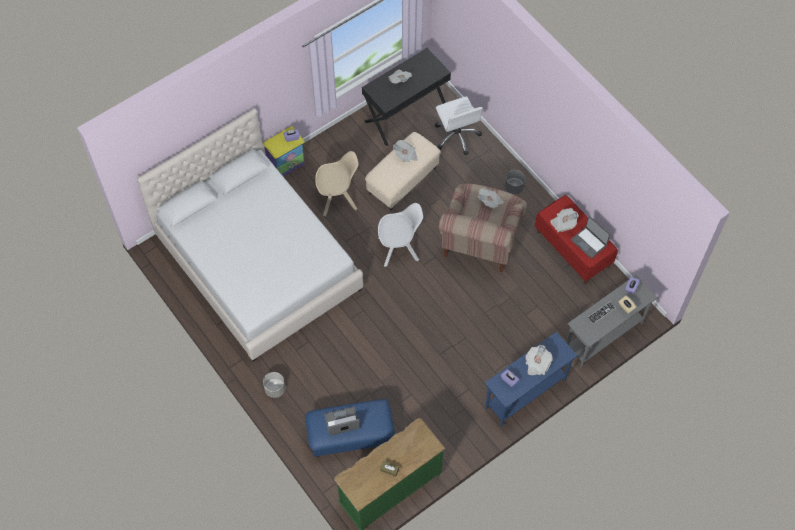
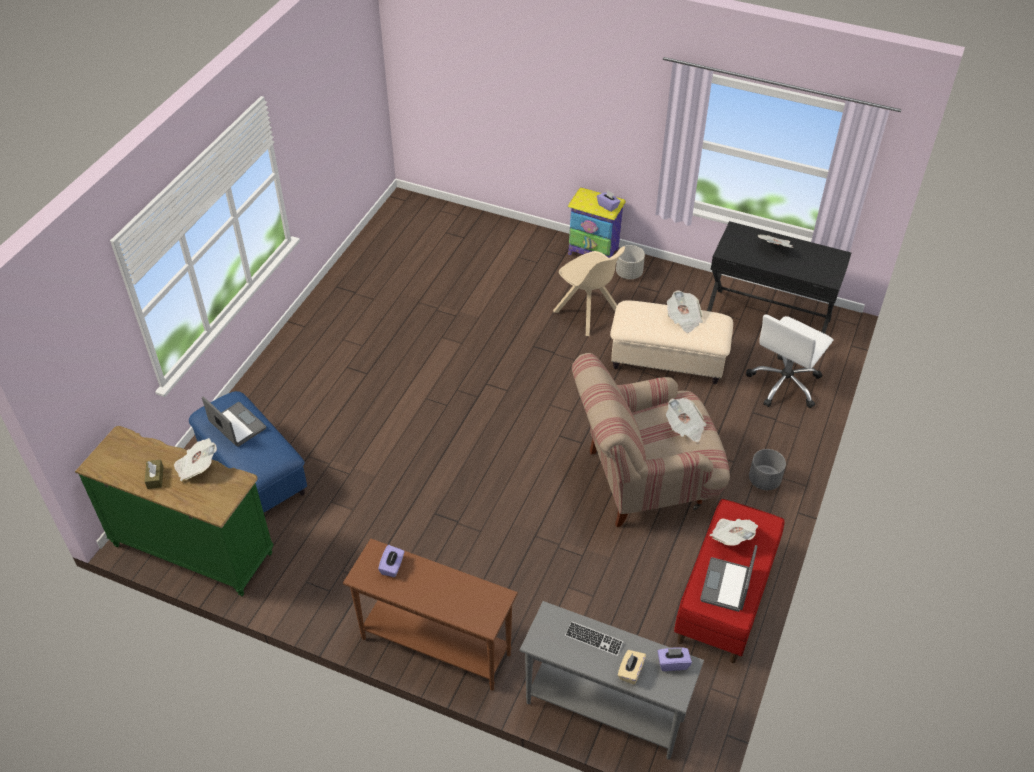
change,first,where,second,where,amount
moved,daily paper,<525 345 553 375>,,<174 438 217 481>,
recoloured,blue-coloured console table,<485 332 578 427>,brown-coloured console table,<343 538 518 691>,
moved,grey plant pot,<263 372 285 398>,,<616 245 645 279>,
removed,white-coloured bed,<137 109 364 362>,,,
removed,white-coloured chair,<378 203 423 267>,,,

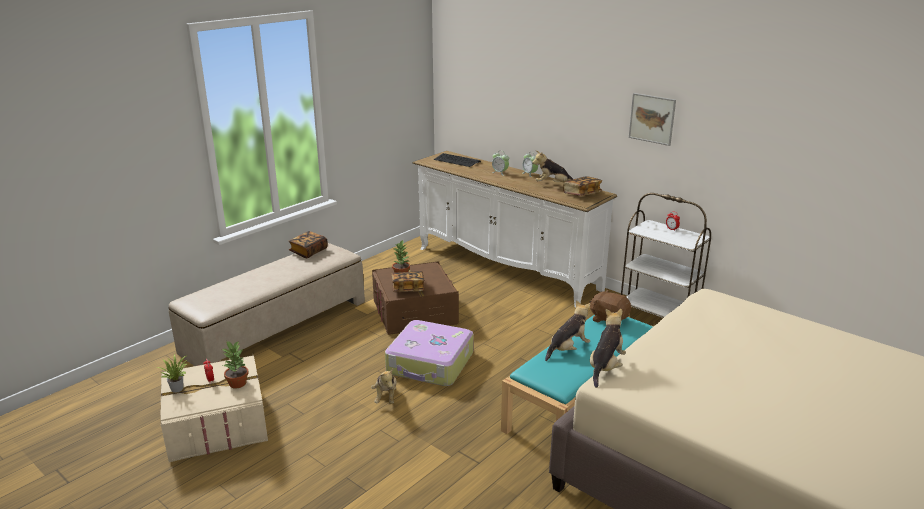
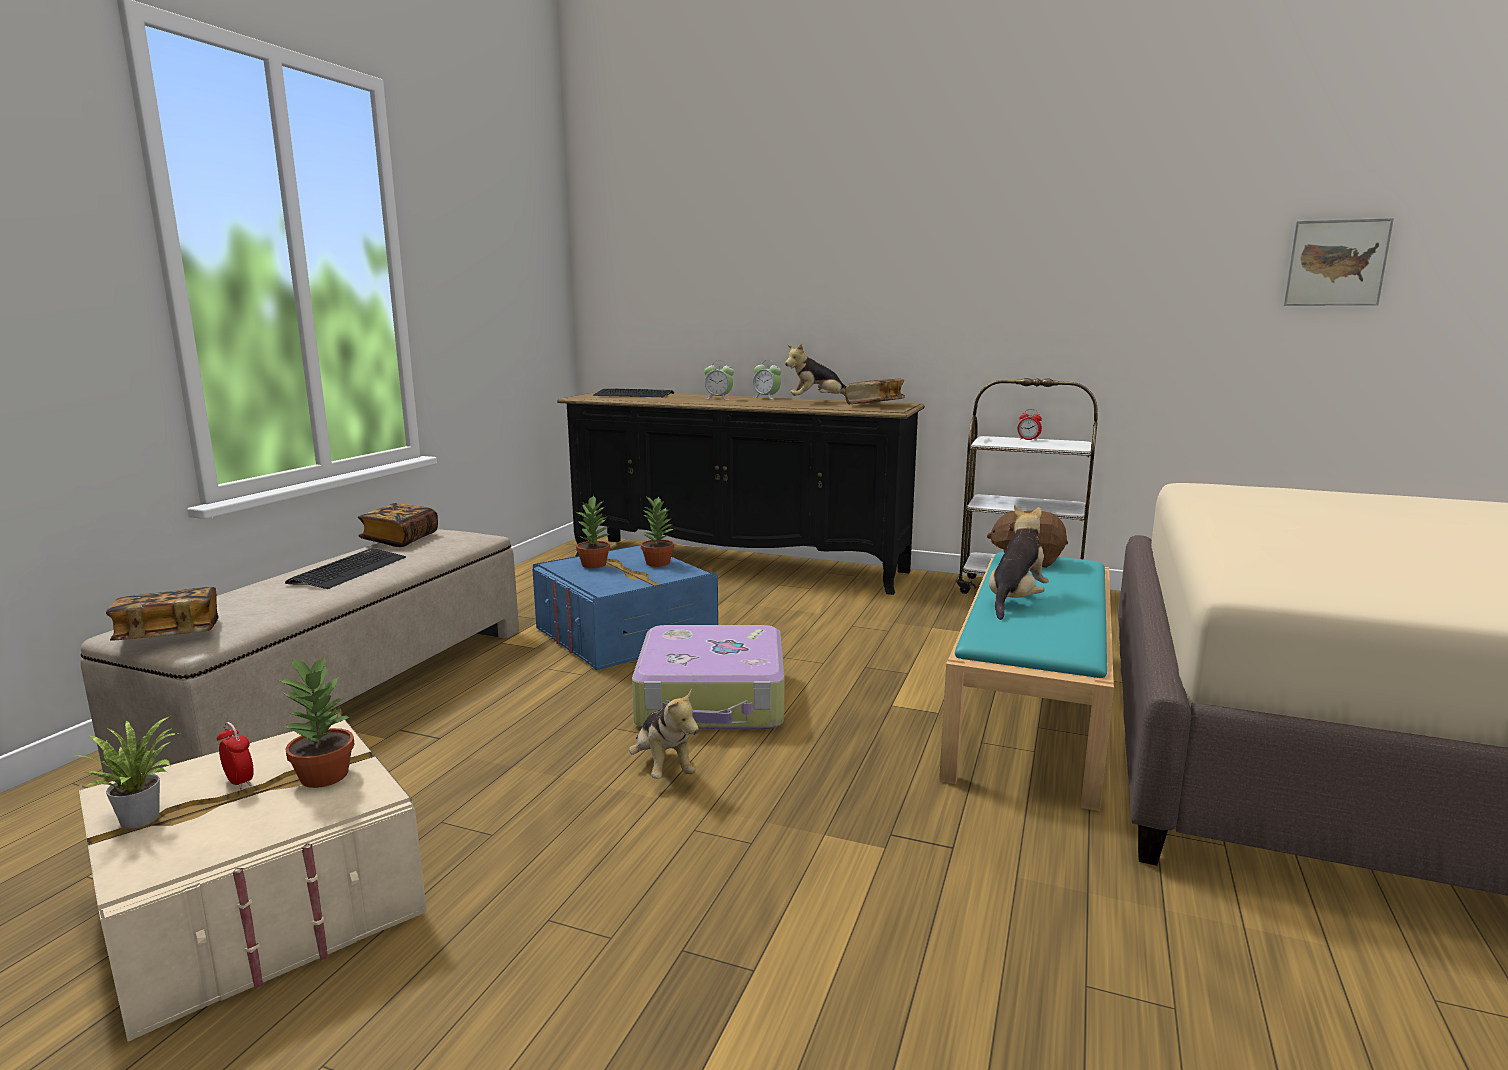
change,first,where,second,where,amount
moved,volume,<392 271 424 292>,,<106 587 218 641>,
added,,,keyboard,<285 548 406 589>,
recoloured,brown-coloured storage box,<372 261 459 335>,blue-coloured storage box,<532 545 718 670>,
recoloured,white-coloured chest of drawers,<412 151 617 308>,blackish chest of drawers,<557 392 925 595>,
added,,,plant in a pot,<641 495 674 567>,
moved,picture,<629 93 676 146>,,<1283 218 1394 306>,
removed,cuddly toy,<590 309 626 388>,,,

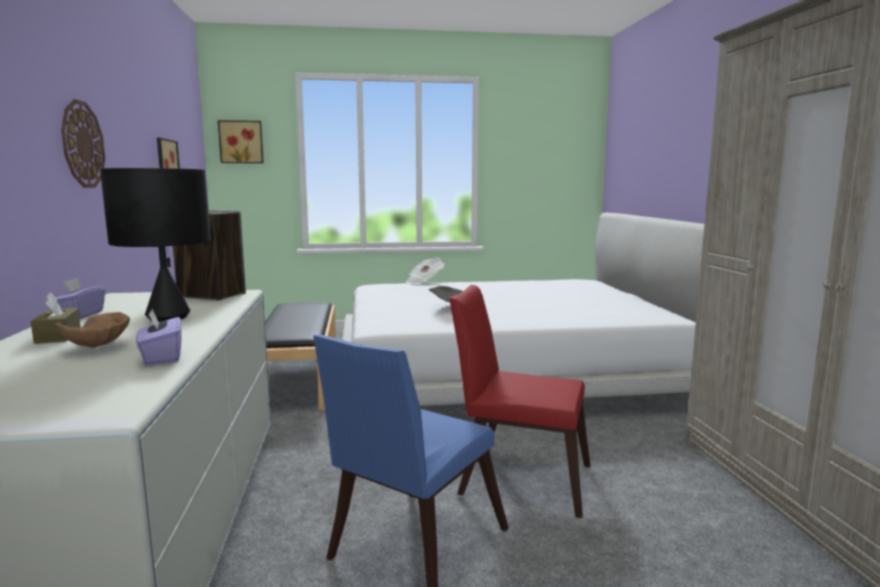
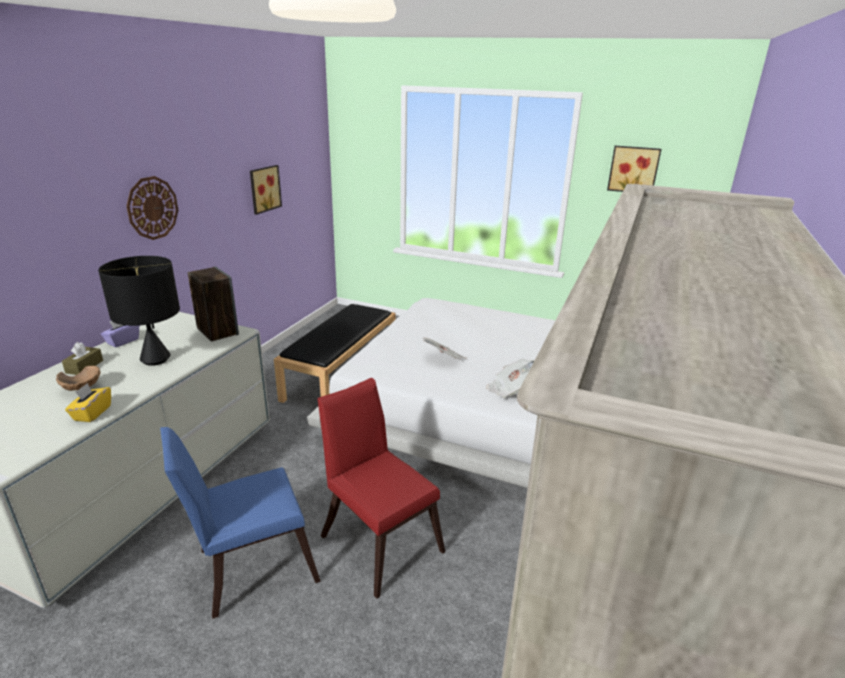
change,first,where,second,where,amount
recoloured,purple box of tissues,<136 309 182 365>,yellowish box of tissues,<65 383 111 422>,
moved,daily paper,<406 258 445 284>,,<486 359 535 398>,
moved,picture,<218 120 264 163>,,<607 146 661 192>,

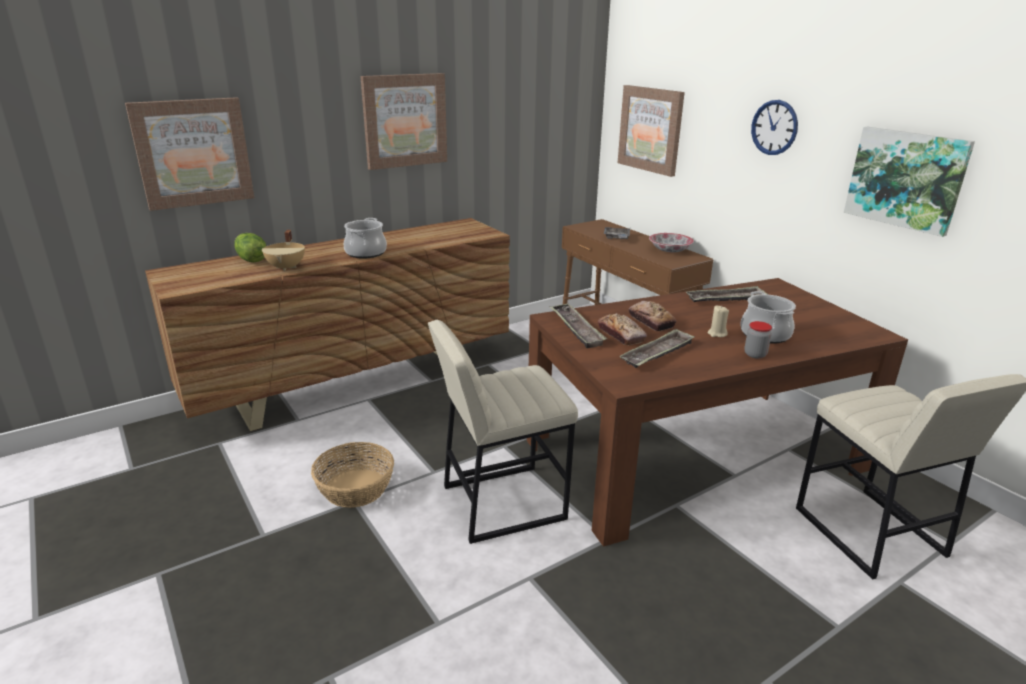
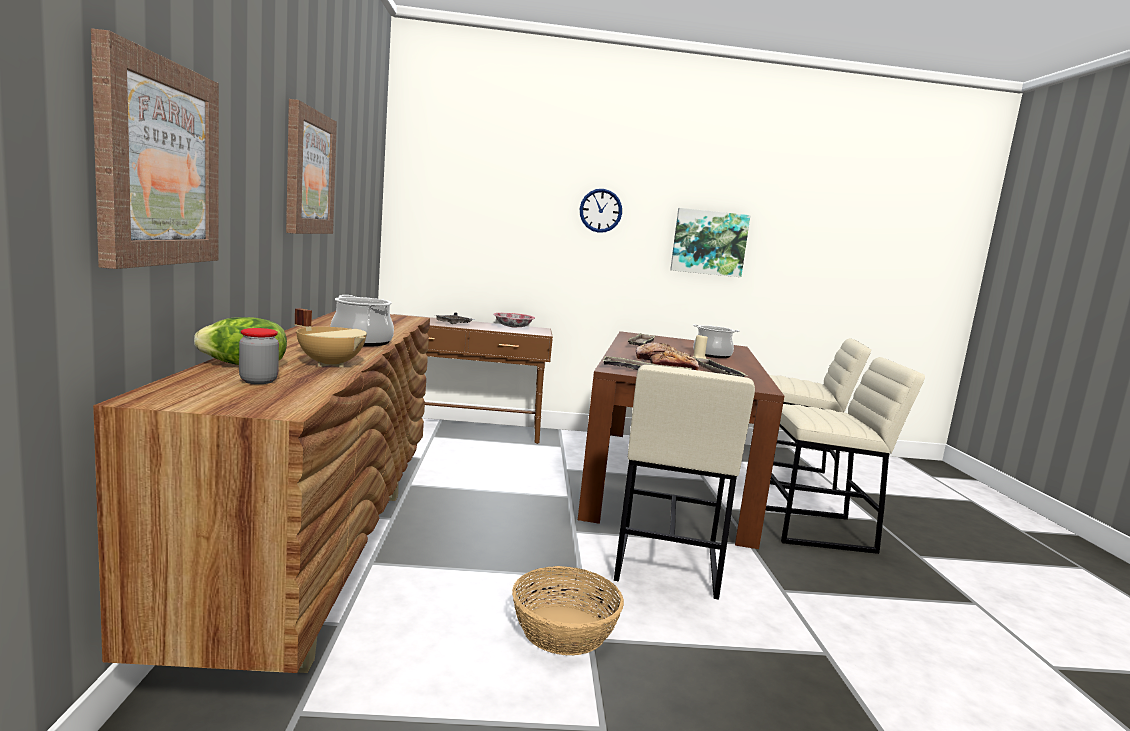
change,first,where,second,where,amount
moved,jar,<744 321 772 359>,,<239 328 279 384>,
added,,,beige chair,<765 357 925 554>,
removed,picture,<618 85 685 177>,,,

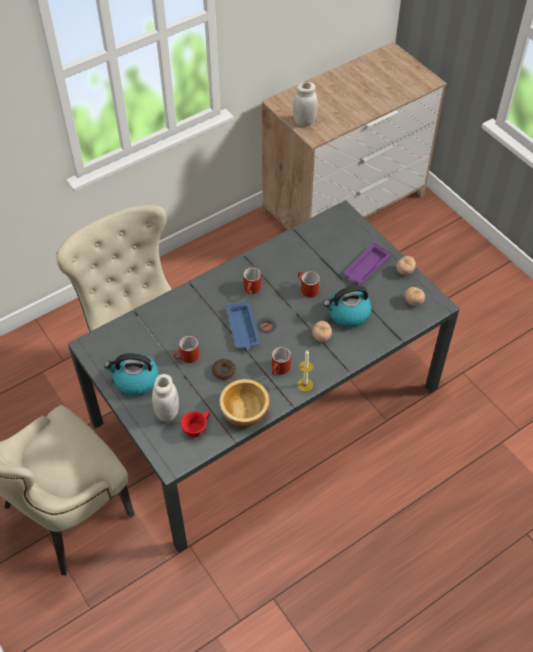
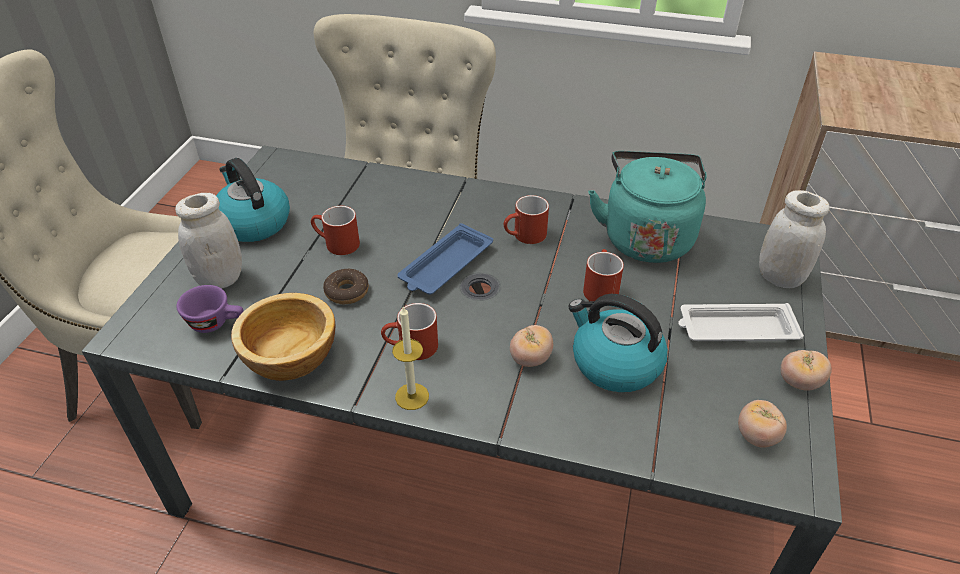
change,first,where,second,where,amount
recoloured,red drinking cup,<181 411 210 438>,purple drinking cup,<177 285 243 333>,
added,,,blue-green kettle,<588 151 706 263>,
recoloured,purple carrying tray,<344 243 391 284>,white-coloured carrying tray,<678 303 804 341>,
moved,white-coloured jar,<293 82 318 126>,,<759 190 830 288>,

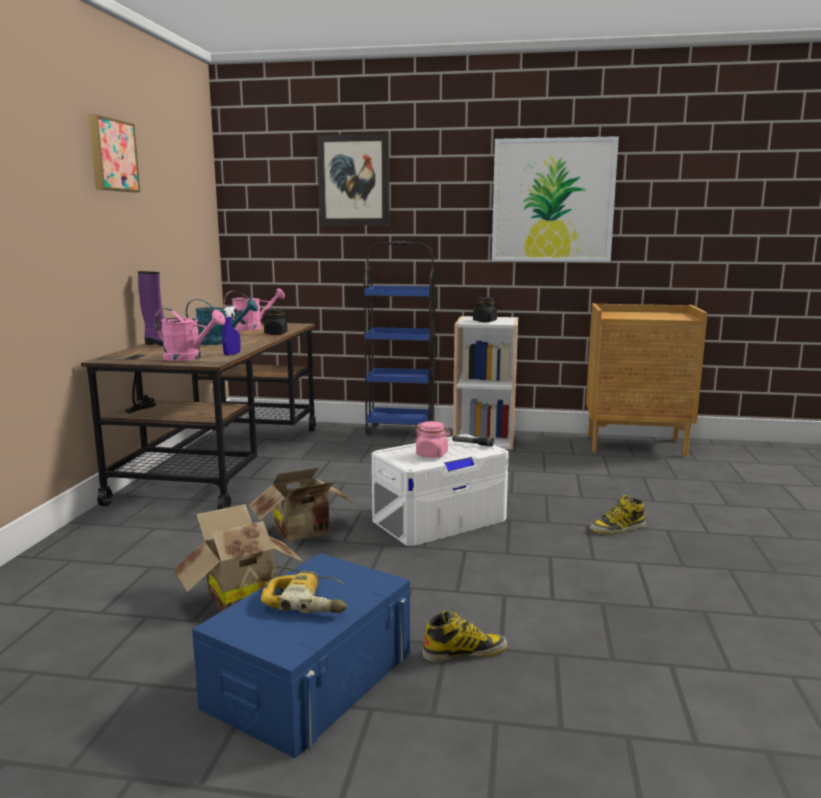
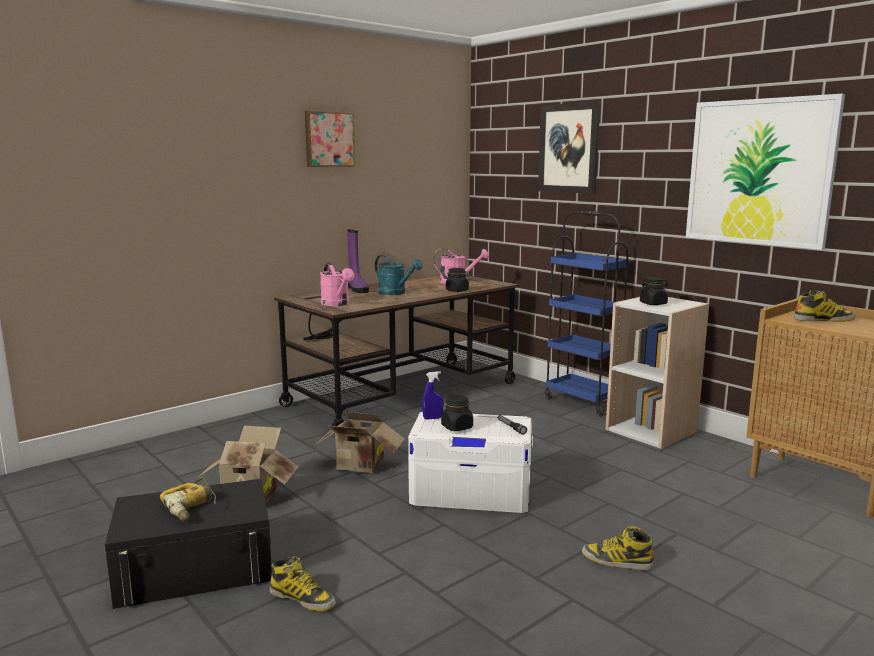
change,first,where,second,where,amount
recoloured,blue-coloured storage box,<192 553 410 758>,blackish storage box,<105 479 272 609>,
moved,blue-coloured hand sprayer,<222 306 240 356>,,<422 371 444 420>,
recoloured,pink jar,<415 421 450 458>,blackish jar,<441 395 473 431>,
added,,,boot,<794 290 856 322>,

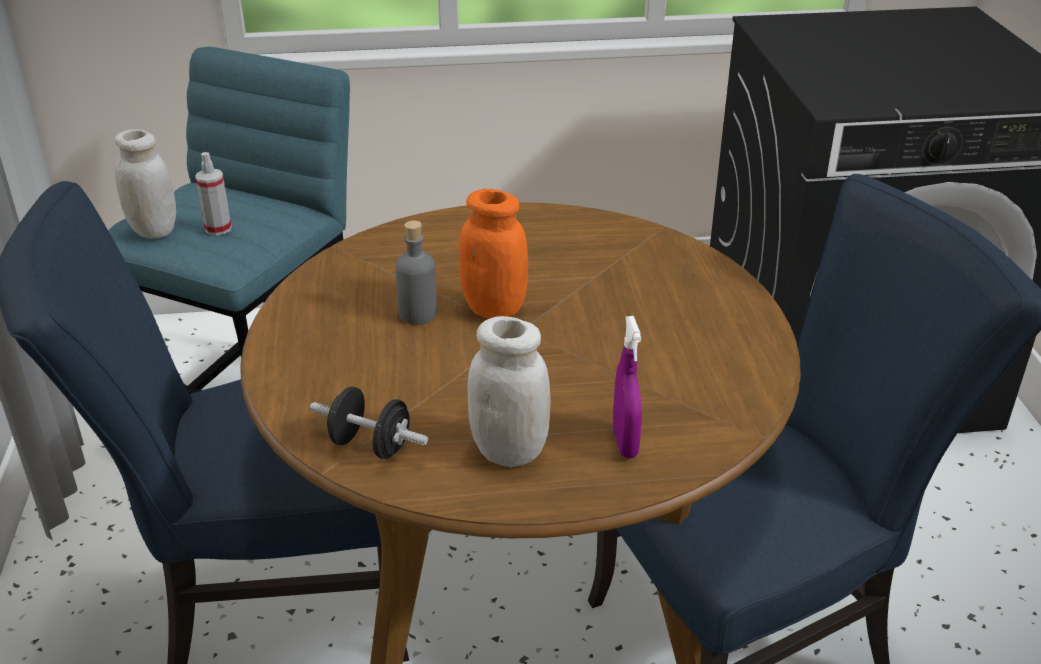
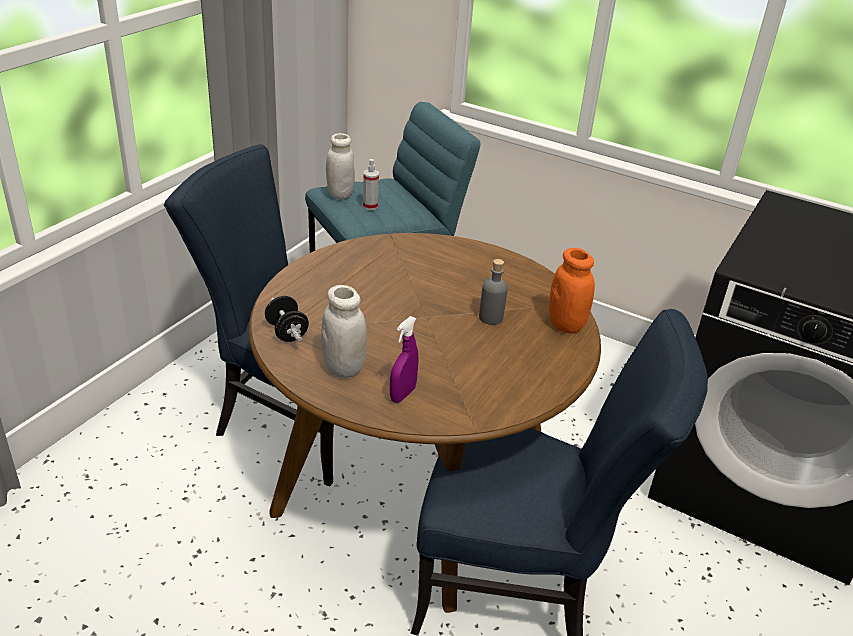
change,first,where,second,where,amount
moved,grey bottle,<396 220 437 325>,,<479 259 508 325>,
moved,orange-coloured jar,<459 189 528 319>,,<549 248 595 333>,

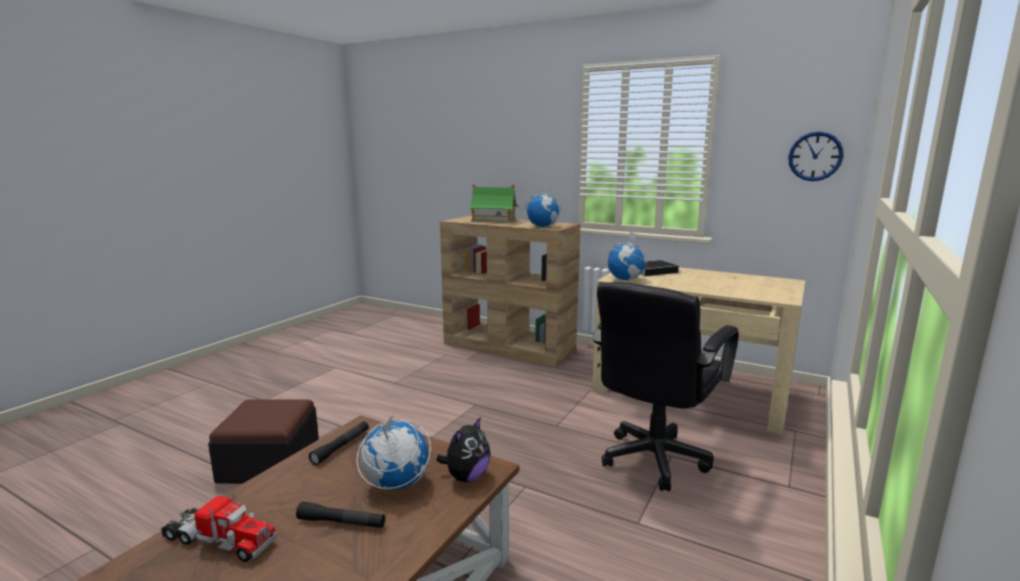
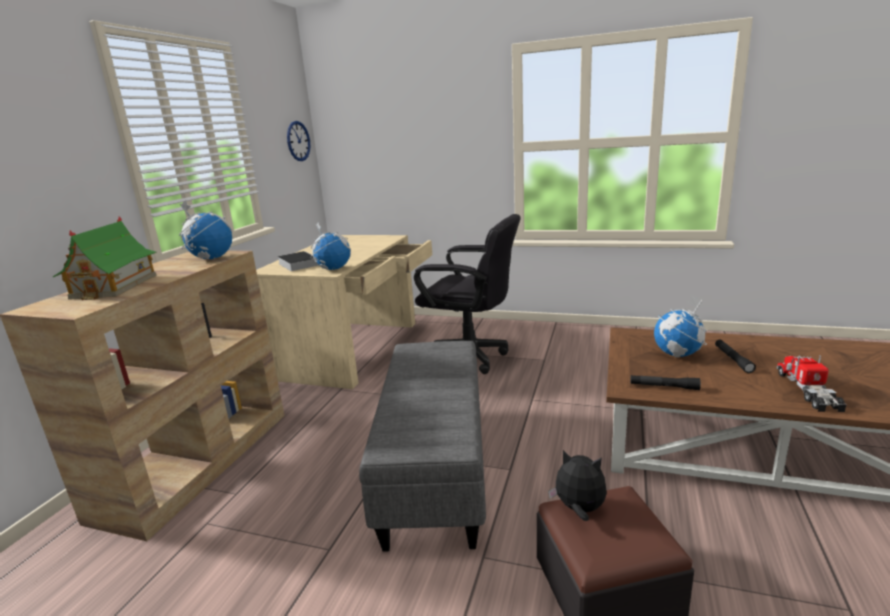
change,first,where,second,where,amount
added,,,grey pouffe,<359 341 486 552>,
moved,cuddly toy,<436 417 491 482>,,<548 450 607 521>,

